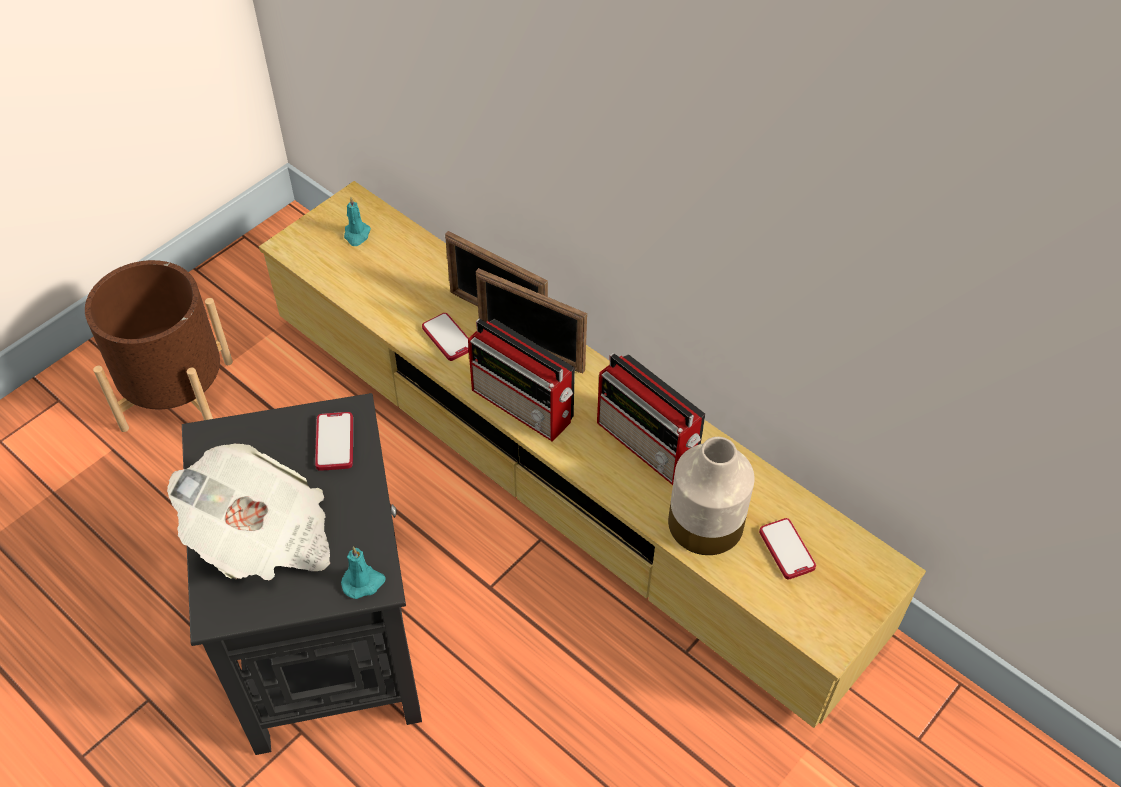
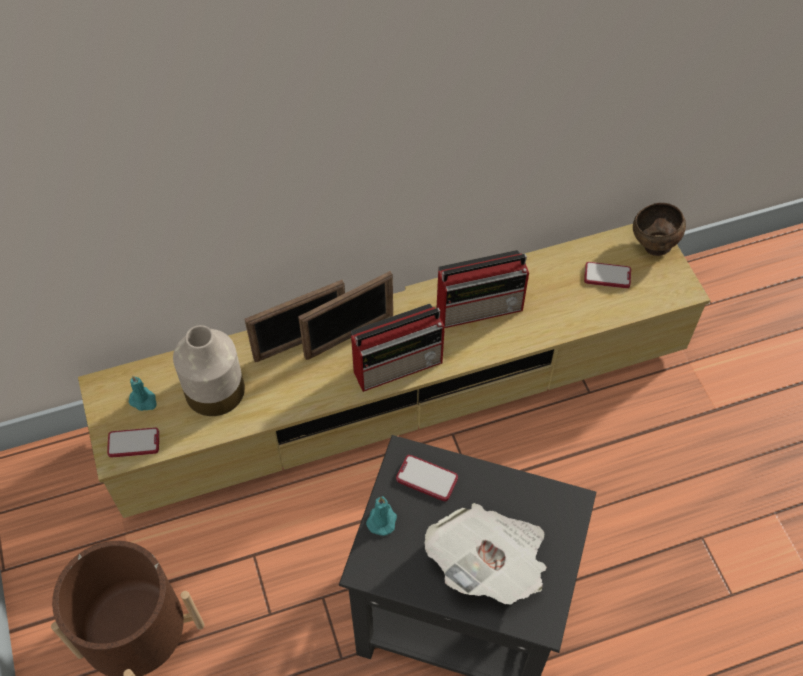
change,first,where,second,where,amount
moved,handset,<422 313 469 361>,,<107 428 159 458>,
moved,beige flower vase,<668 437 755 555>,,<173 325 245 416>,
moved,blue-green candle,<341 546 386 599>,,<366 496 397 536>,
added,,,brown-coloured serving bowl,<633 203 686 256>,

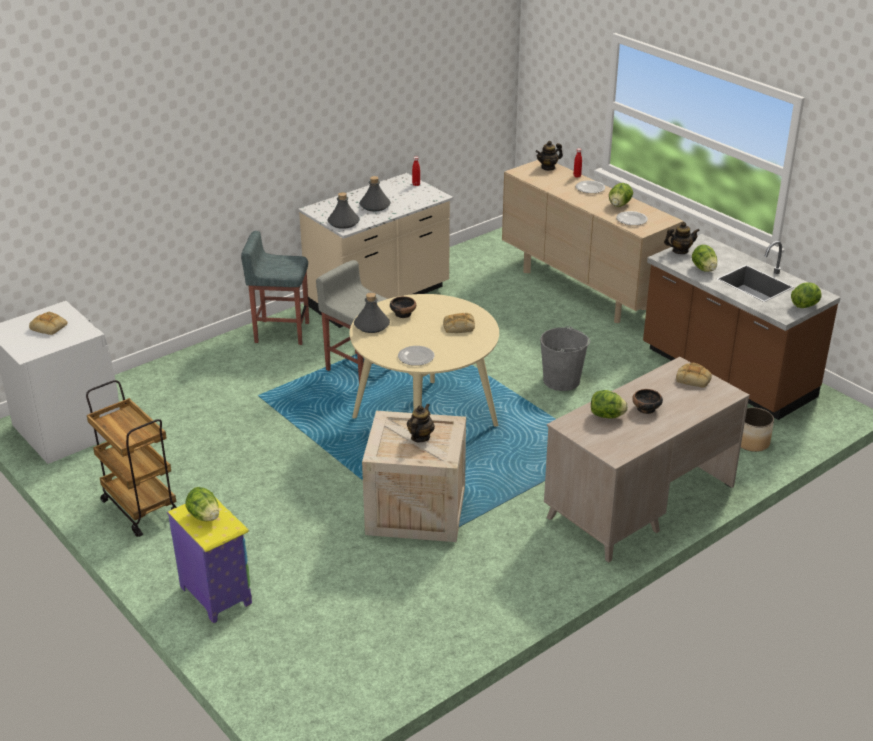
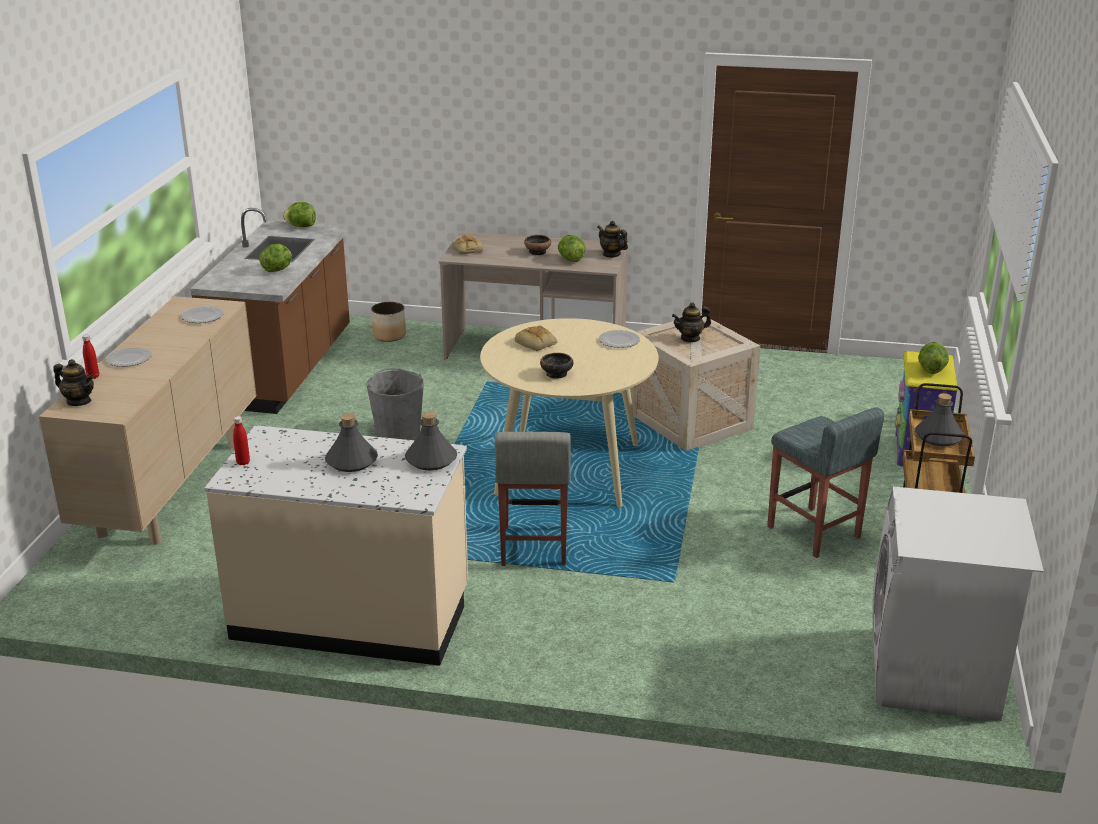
change,first,where,second,where,amount
moved,pot for tea,<664 222 700 254>,,<598 221 628 258>,
moved,grey stool,<241 231 309 345>,,<767 407 884 558>,
moved,grey bottle,<354 293 390 333>,,<915 393 964 446>,
removed,baked bread,<29 312 68 335>,,,
removed,head of lettuce,<609 183 633 207>,,,

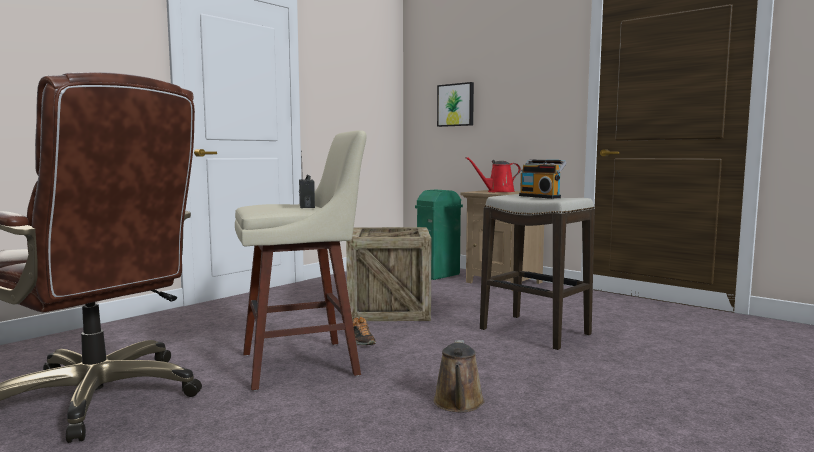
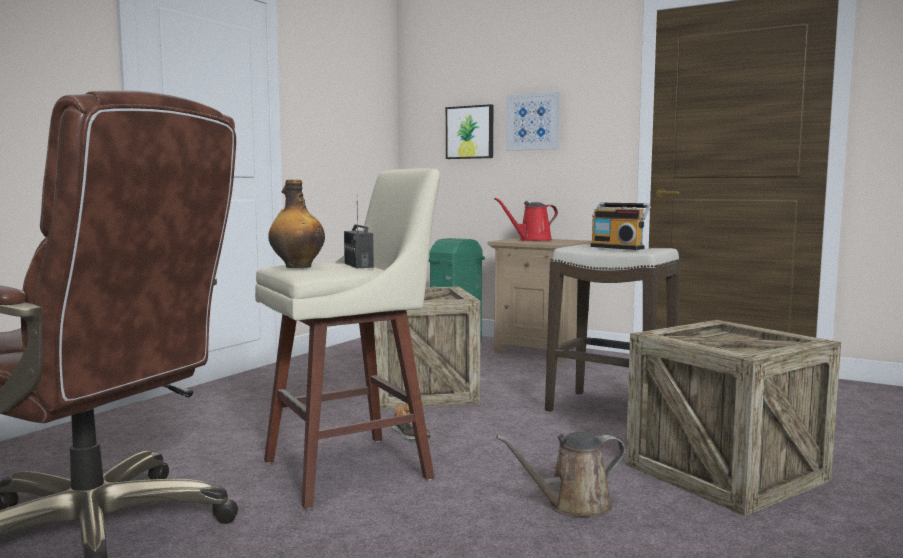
change,first,where,second,where,amount
added,,,bottle,<268 179 325 268>,
turned,brown-coloured sprinkling can,<433 340 485 412>,,<496 432 625 517>,75 degrees clockwise
added,,,picture,<506 92 559 151>,
added,,,packing crate,<626 320 841 516>,

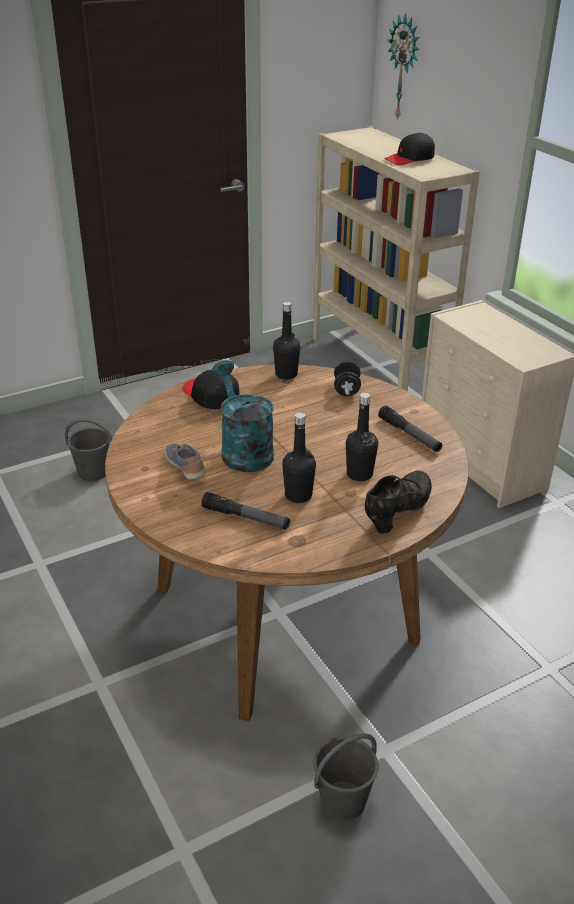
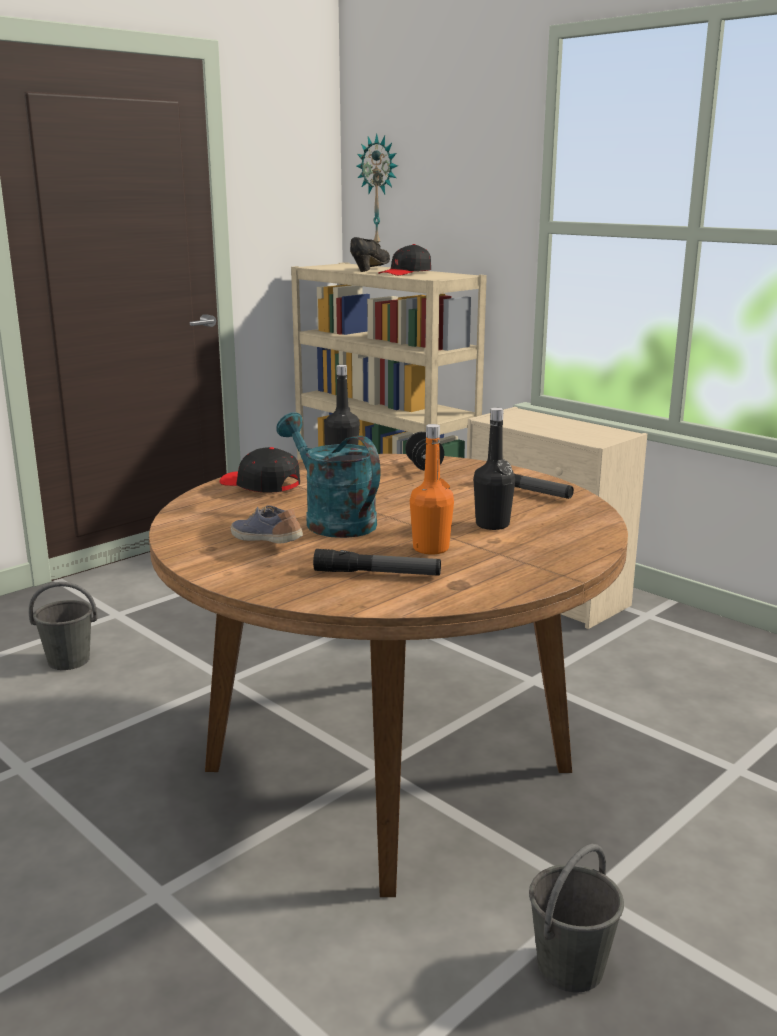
change,first,where,second,where,amount
moved,blackish item of footwear,<365 471 432 534>,,<350 237 390 272>,
recoloured,blackish bottle,<282 412 316 503>,orange-coloured bottle,<410 424 454 554>,

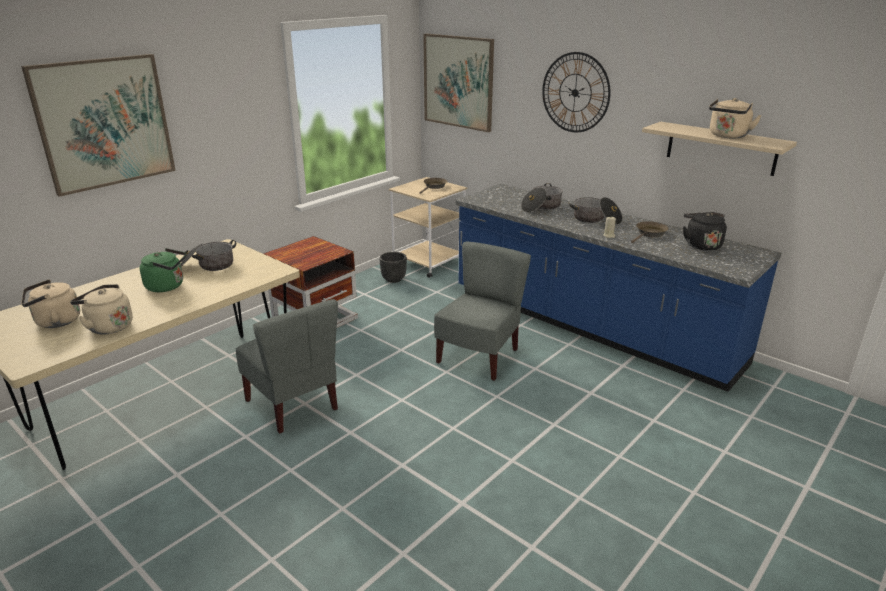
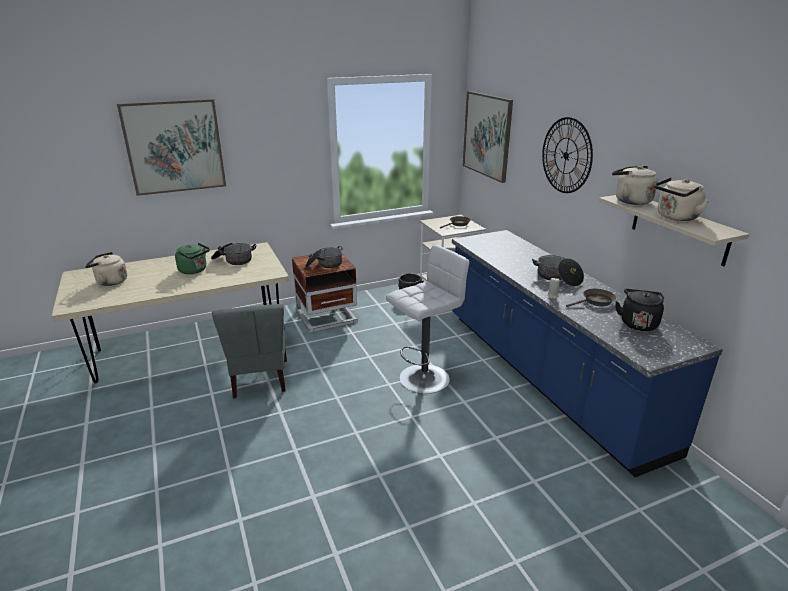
change,first,where,second,where,amount
moved,stockpot,<521 183 563 212>,,<305 246 343 268>,
replaced,grey chair,<434 242 531 381>,white-coloured stool,<386 245 470 394>,
moved,beige kettle,<70 284 133 334>,,<612 166 658 205>,

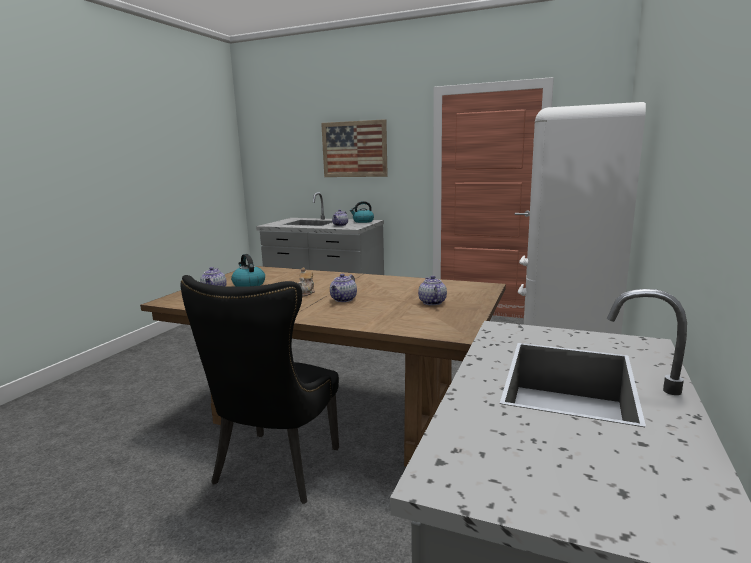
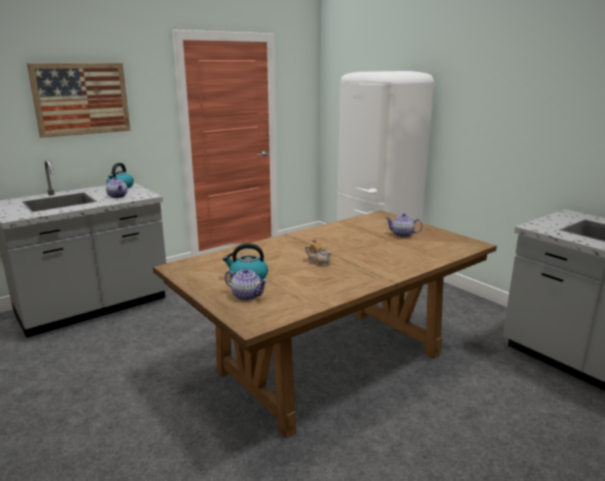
change,first,where,second,where,amount
removed,blackish chair,<181 275 339 504>,,,
removed,pot for tea,<330 274 357 302>,,,

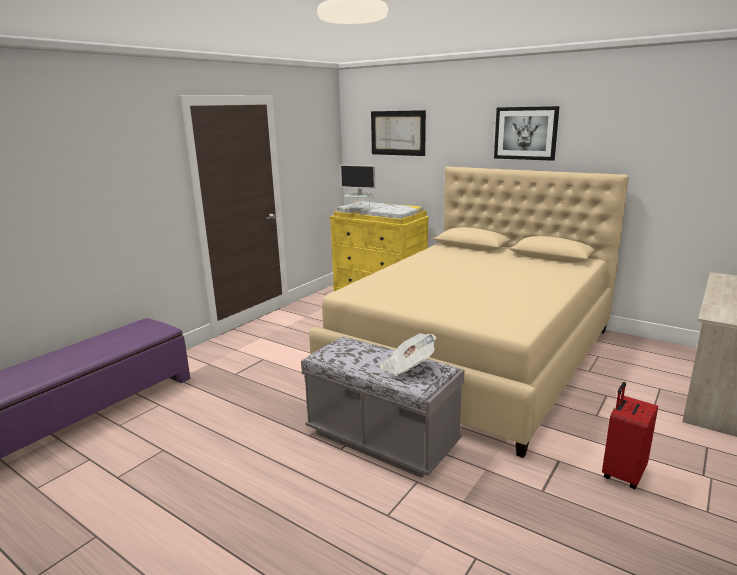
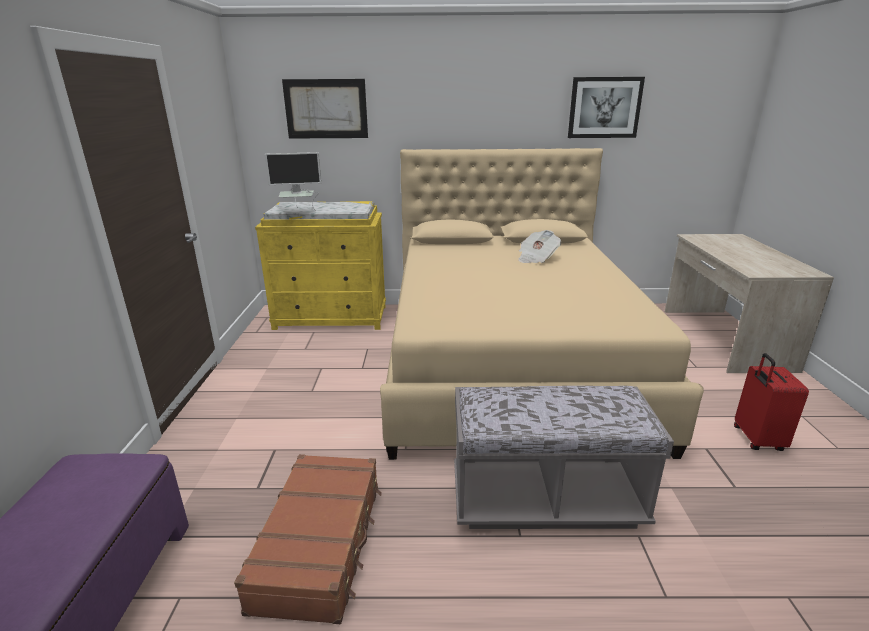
change,first,where,second,where,amount
added,,,brown-coloured travel case,<234 454 382 624>,
moved,daily paper,<380 333 437 376>,,<518 230 561 263>,
moved,picture,<494 106 559 161>,,<568 77 645 138>,

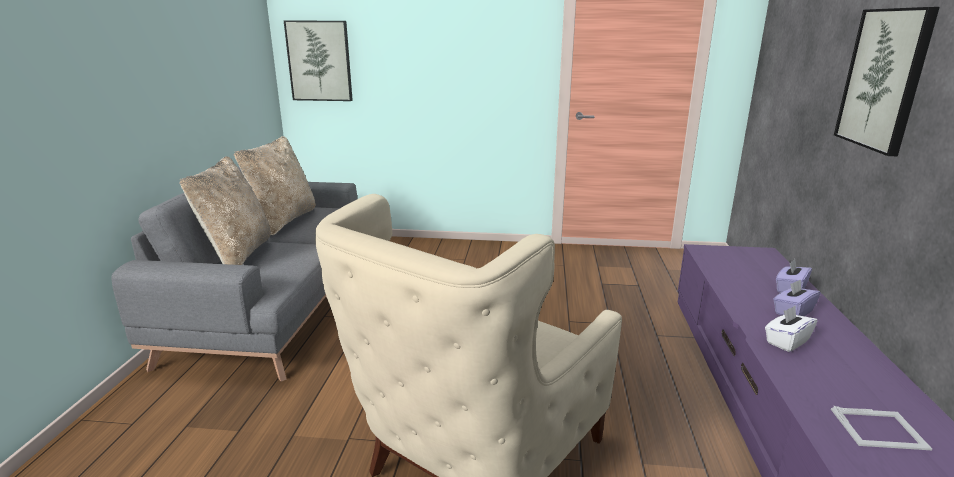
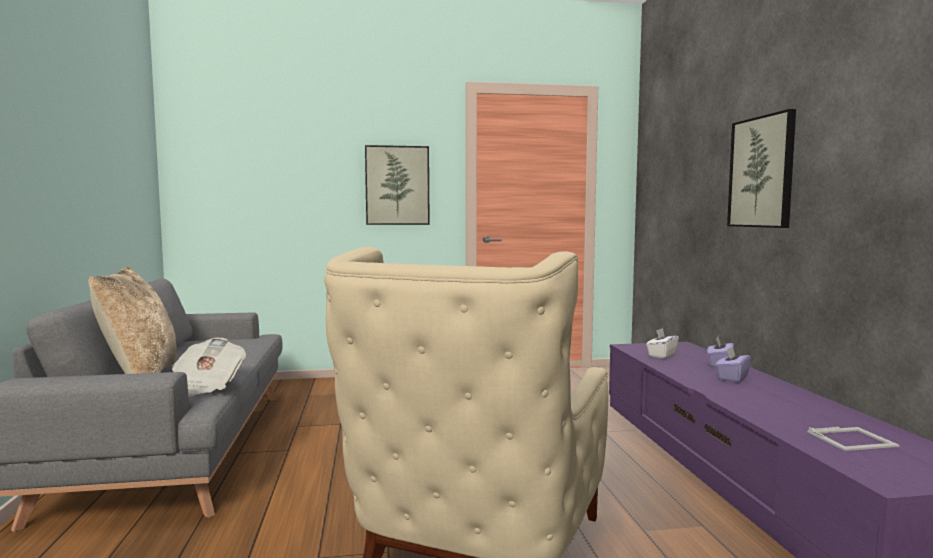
change,first,where,second,where,amount
added,,,daily paper,<172 338 246 397>,
moved,picture,<284 21 353 101>,,<365 145 430 225>,
moved,white-coloured box of tissues,<765 306 817 352>,,<646 328 679 359>,
removed,beige pillow,<234 136 316 235>,,,

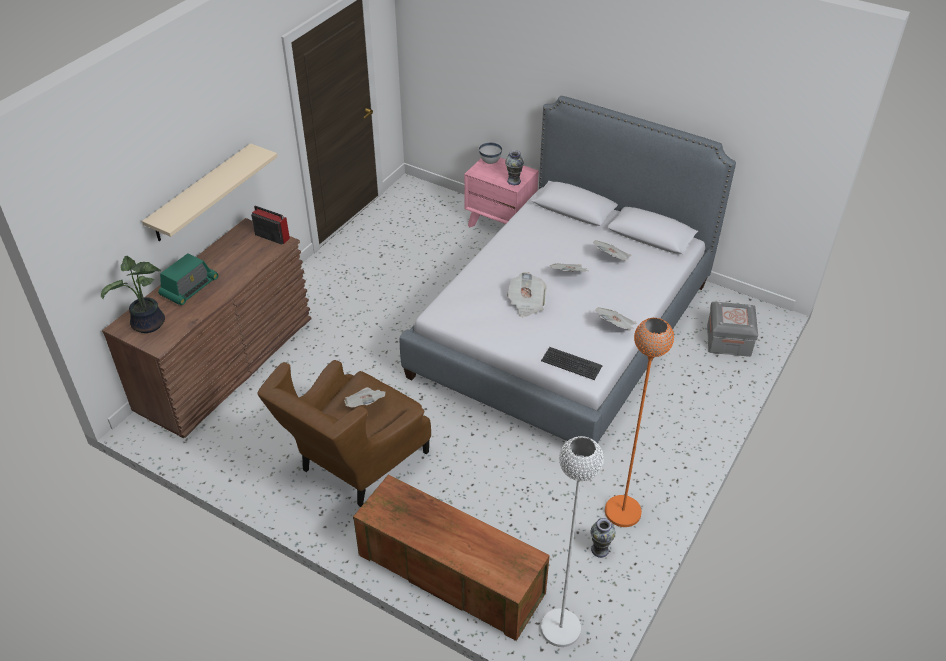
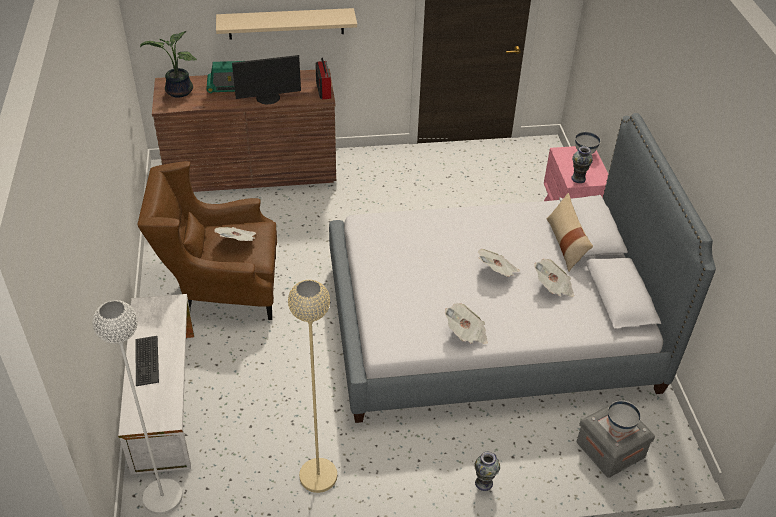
change,first,where,second,where,amount
recoloured,brown-coloured indoor bench,<353 474 550 641>,white-coloured indoor bench,<118 294 194 475>,
moved,keyboard,<541 347 602 380>,,<135 336 159 386>,
added,,,monitor,<232 55 301 104>,
recoloured,orange-coloured standard lamp,<605 318 674 527>,beige standard lamp,<288 280 337 493>,
moved,flower vase,<591 518 616 558>,,<474 452 500 491>,
added,,,beige pillow,<546 193 593 272>,
added,,,white-coloured serving bowl,<608 400 641 433>,
removed,daily paper,<507 272 547 317>,,,

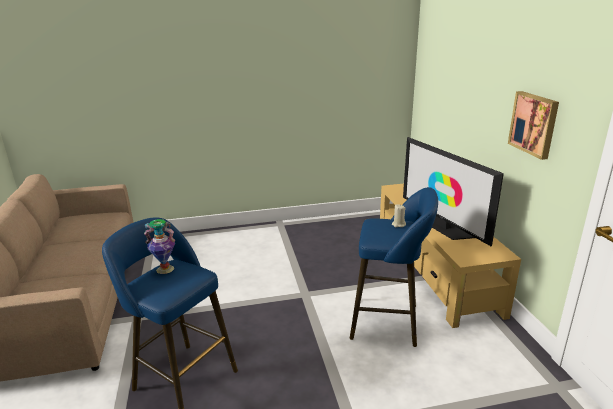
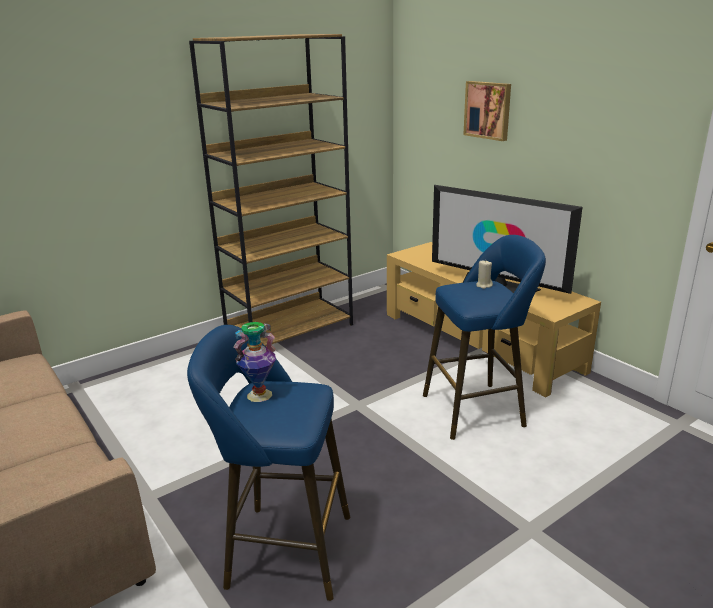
change,first,where,second,where,amount
added,,,brown-coloured bookcase,<189 34 353 347>,
moved,picture,<508 91 559 160>,,<463 81 511 141>,

